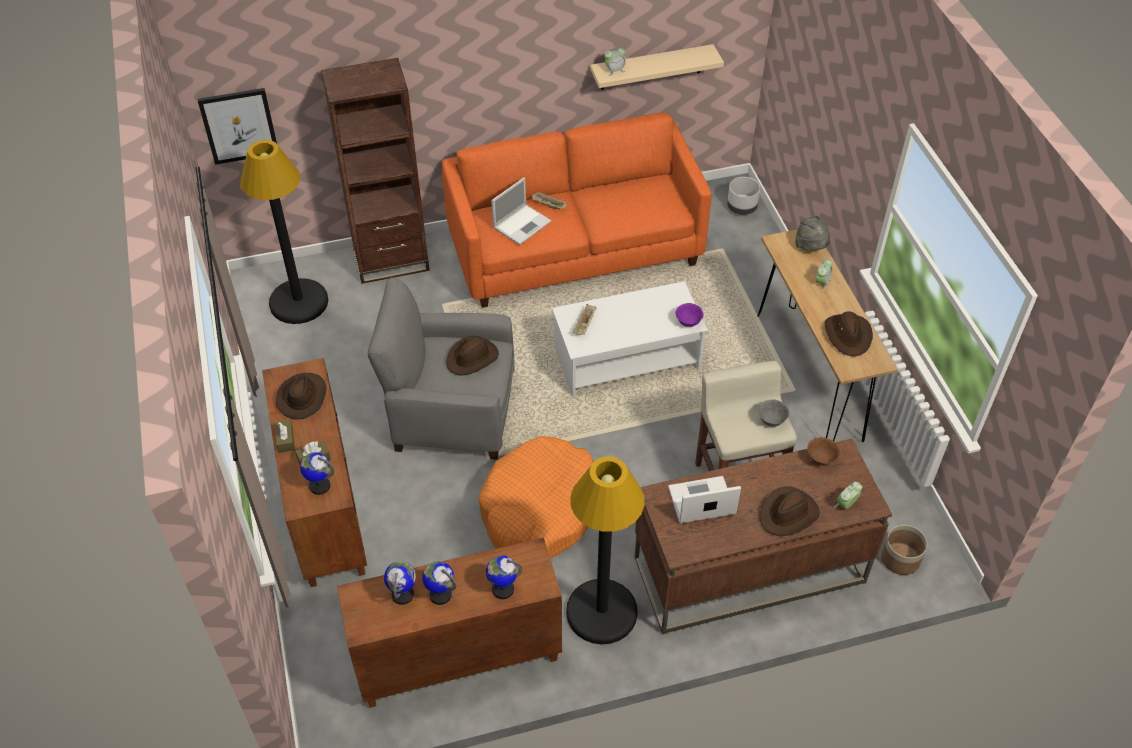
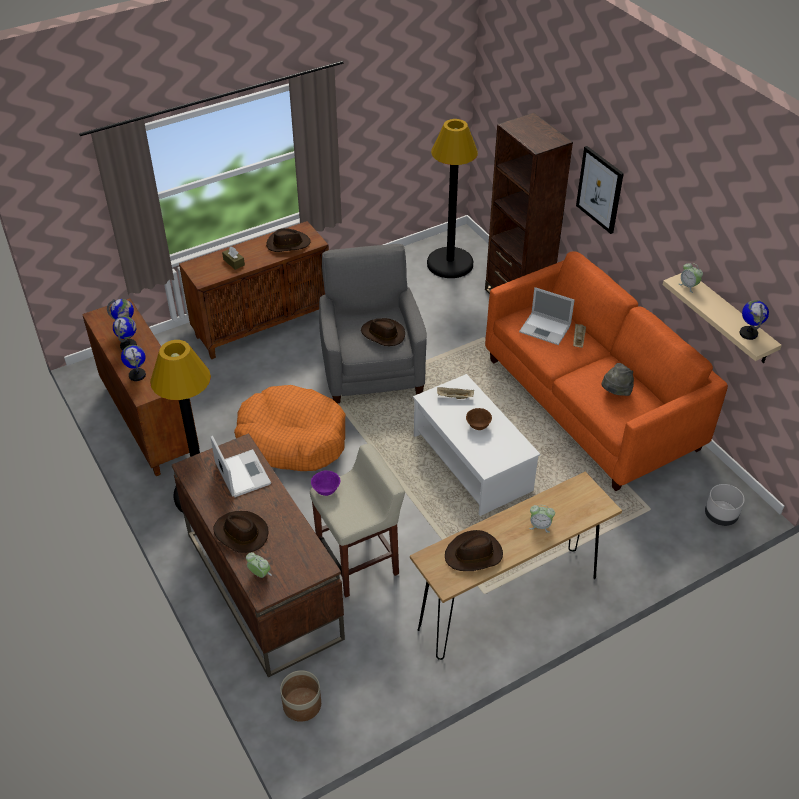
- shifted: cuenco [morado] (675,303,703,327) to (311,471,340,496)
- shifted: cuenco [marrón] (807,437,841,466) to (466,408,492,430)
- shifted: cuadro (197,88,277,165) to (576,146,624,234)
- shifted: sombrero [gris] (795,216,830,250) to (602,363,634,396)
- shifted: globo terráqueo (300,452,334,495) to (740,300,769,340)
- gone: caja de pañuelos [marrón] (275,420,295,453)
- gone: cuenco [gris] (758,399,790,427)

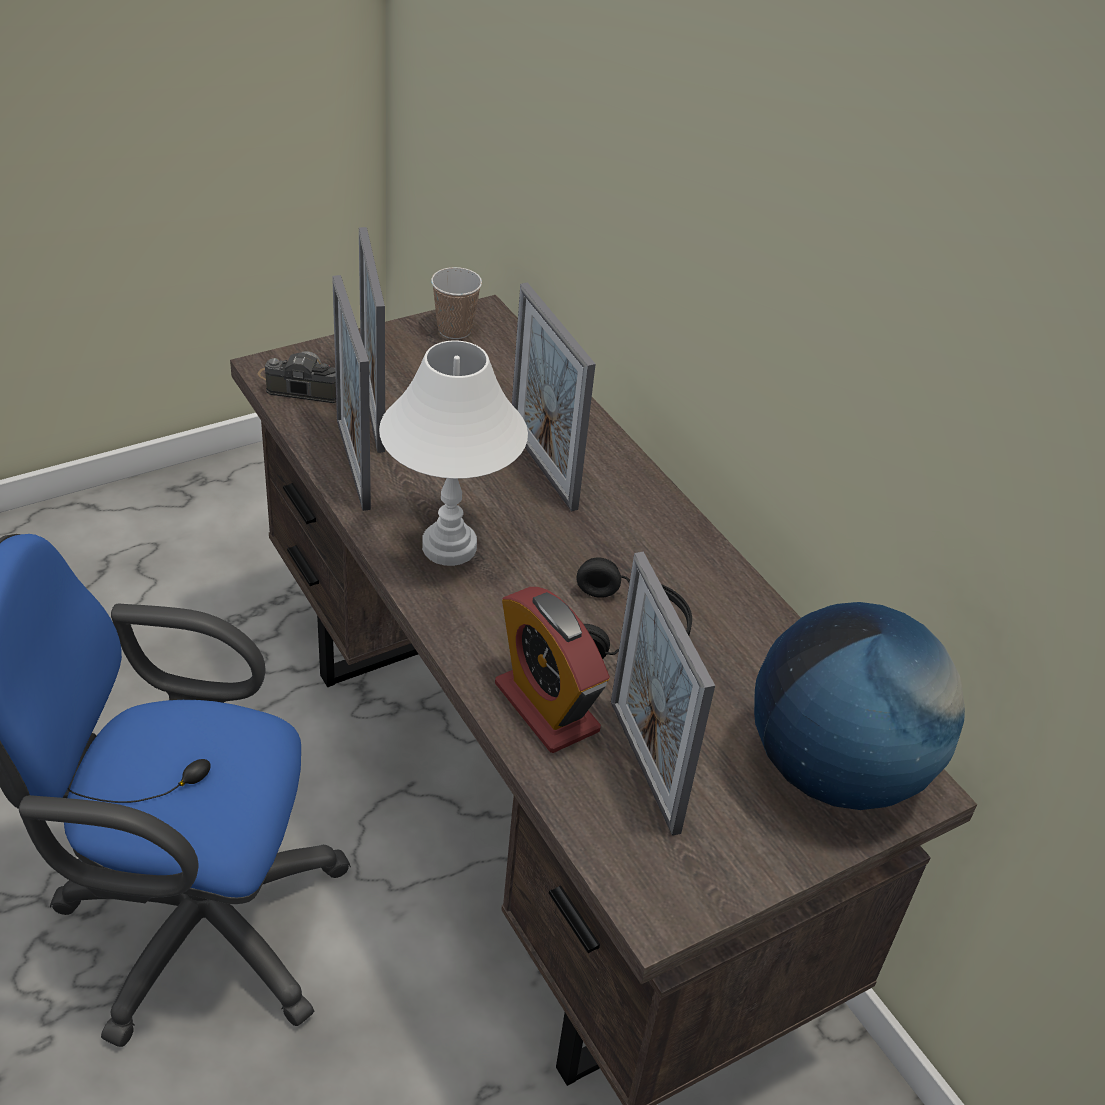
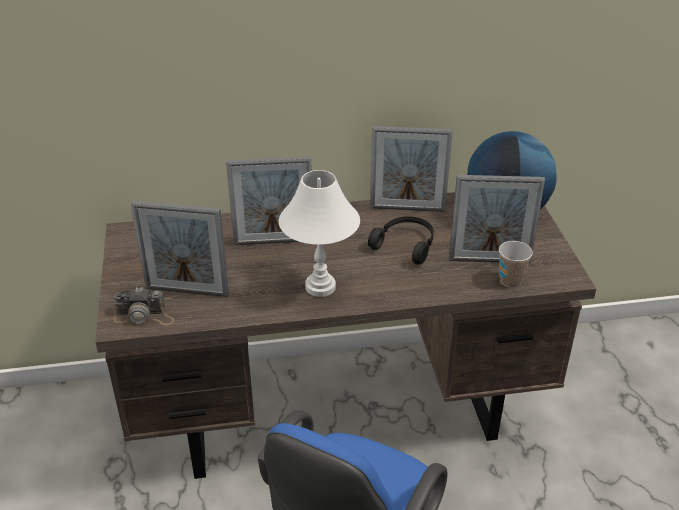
- rotated: cámara (258,351,336,403) = (113,287,174,325) 120 degrees counterclockwise
- shifted: portarretratos (332,275,371,511) to (370,126,453,212)
- shifted: taza (431,267,482,339) to (499,241,533,288)
- gone: despertador (495,587,610,753)

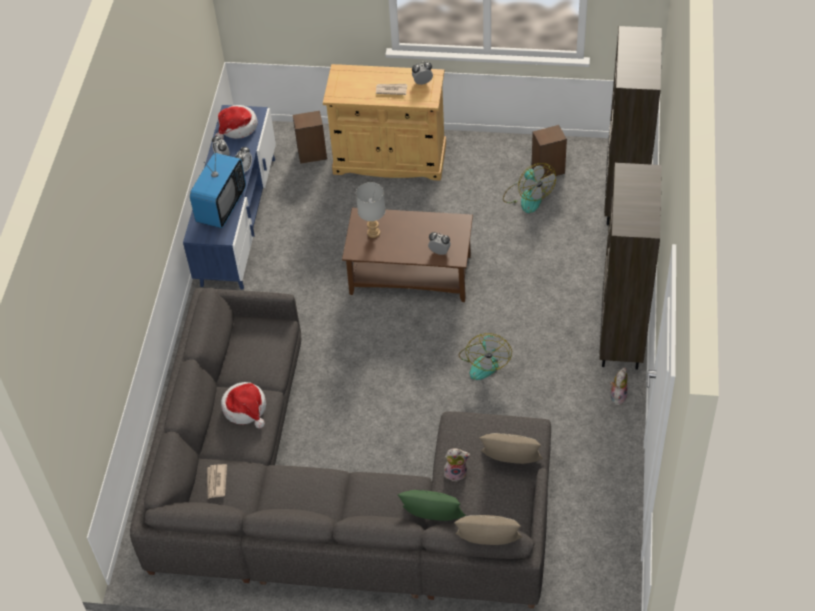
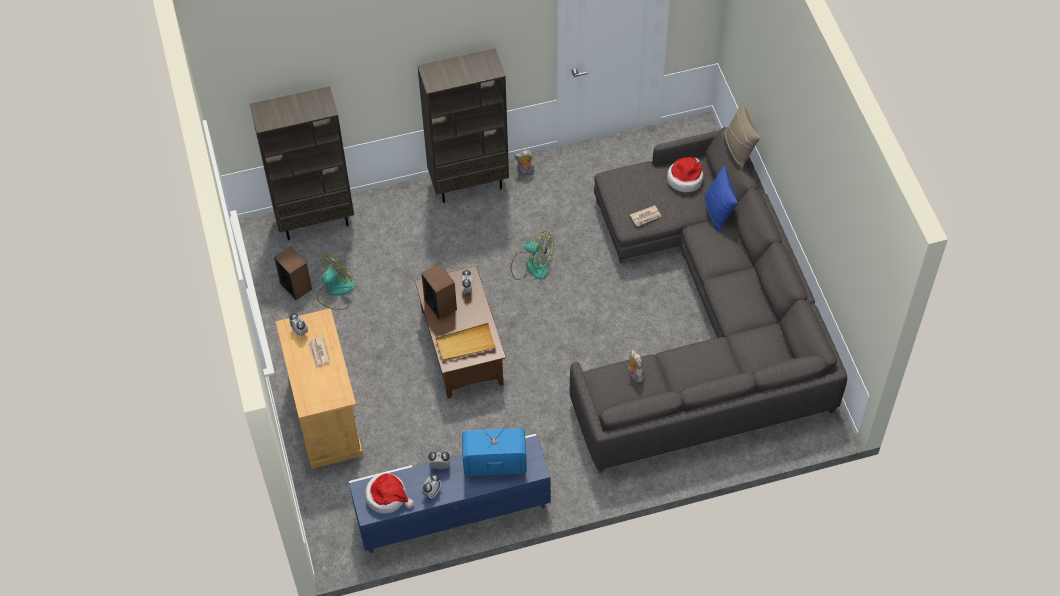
- shifted: altavoz (293,111,327,164) to (421,263,457,319)
- swapped: lámpara de mesa [gris] (356,182,385,238) to bandeja [beis] (436,323,496,362)
- rotated: ventilador (459,333,512,380) = (511,231,554,280) 45 degrees clockwise
- shifted: peluche (444,448,471,482) to (628,350,644,382)
- shifted: periódico (208,464,227,499) to (630,205,662,226)
- shifted: sombrero (221,382,266,428) to (667,157,703,192)
- repainted: cojín [verde] (398,490,466,521) to cojín [azul] (705,166,738,232)
- gone: cojín [beis] (479,433,543,464)

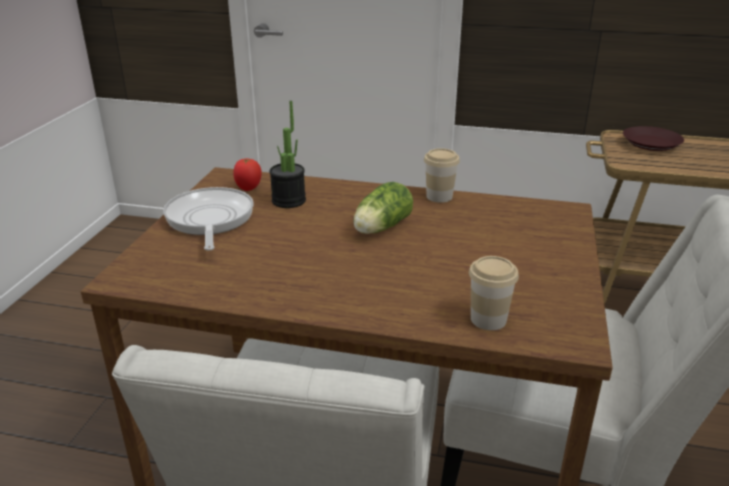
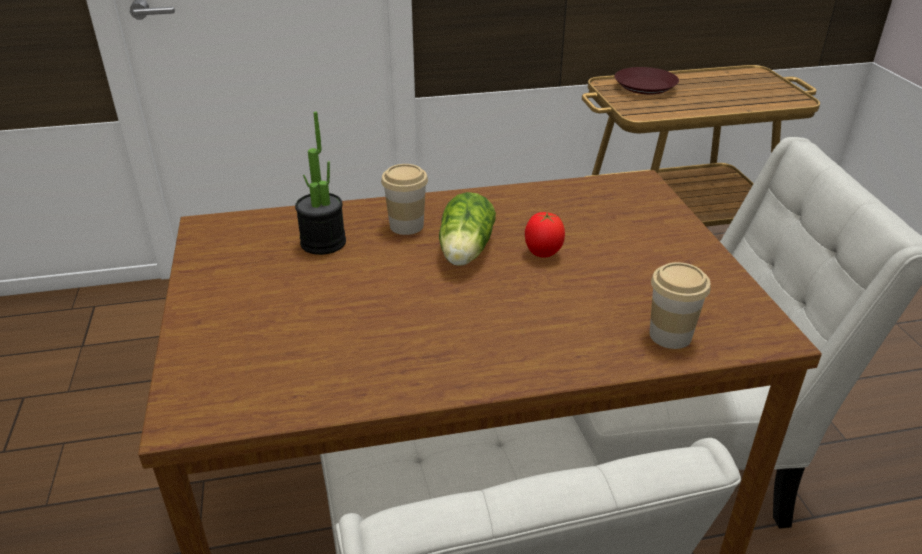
- shifted: taza (424,148,460,203) to (381,164,428,235)
- shifted: tomate (233,158,262,191) to (525,212,565,258)
- gone: sartén (163,187,254,251)

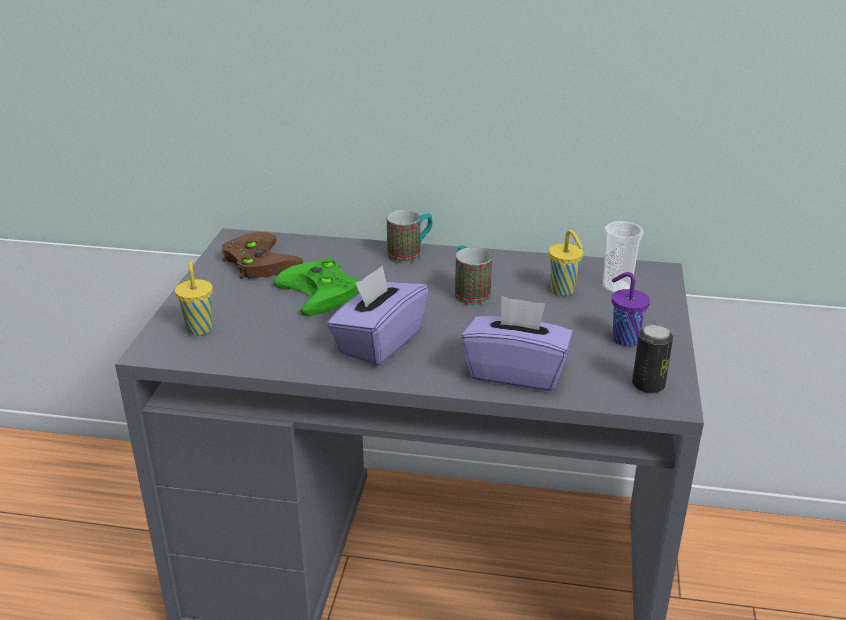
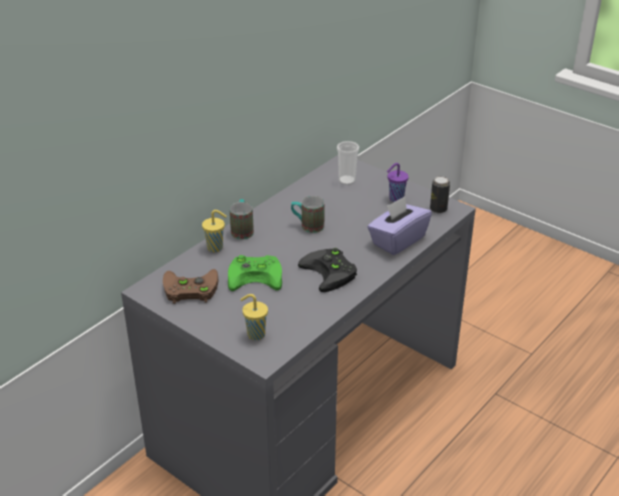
- shifted: taza [amarillo] (549,230,583,296) to (202,210,227,252)
- swapped: caja de pañuelos [morado] (327,266,429,366) to mando de consola [negro] (298,248,357,292)

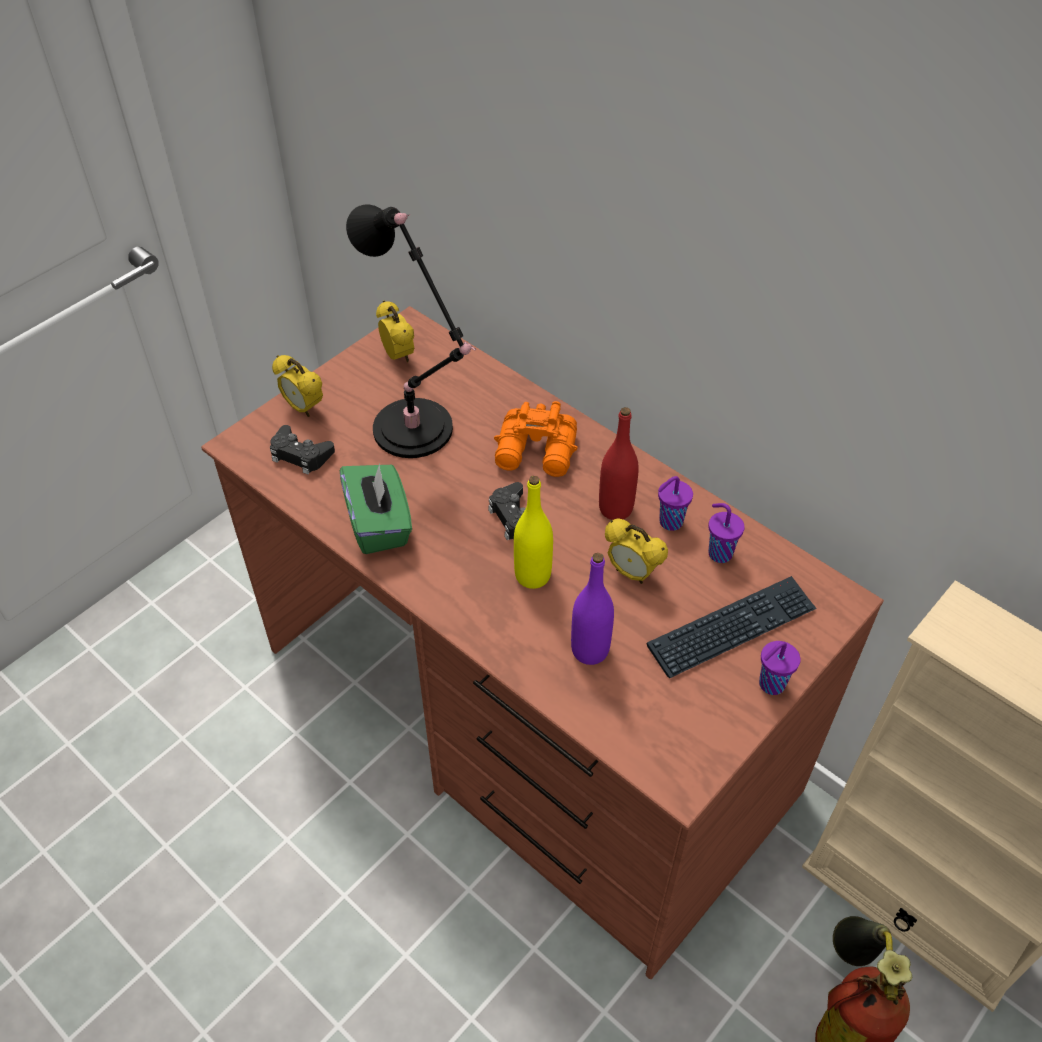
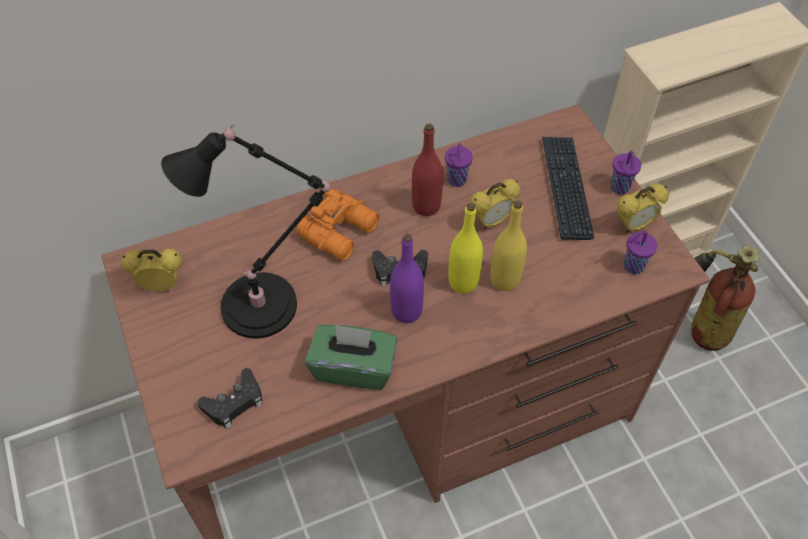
- shifted: botella [morado] (571,553,614,665) to (390,234,424,323)
- new: botella [amarillo] (491,201,527,291)
- shifted: despertador (272,355,323,417) to (617,184,669,233)
- shifted: taza [morado] (708,503,745,563) to (624,230,657,274)

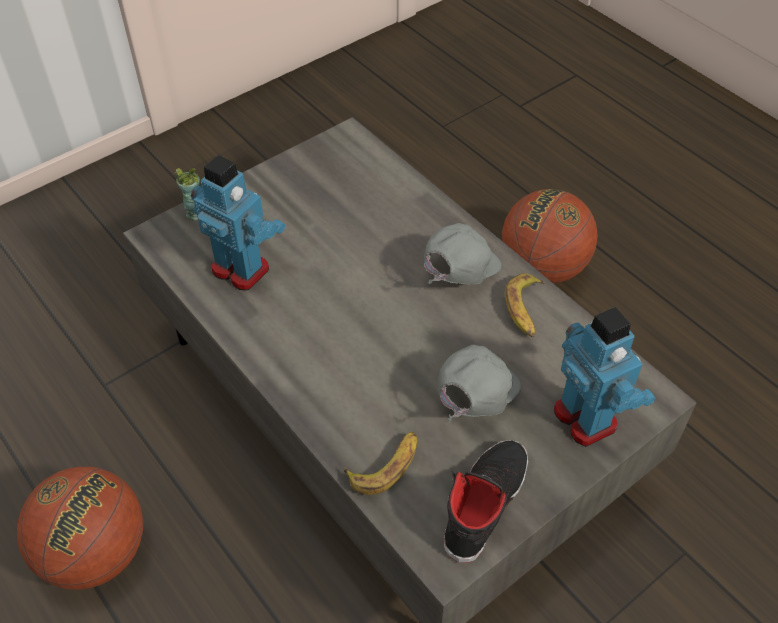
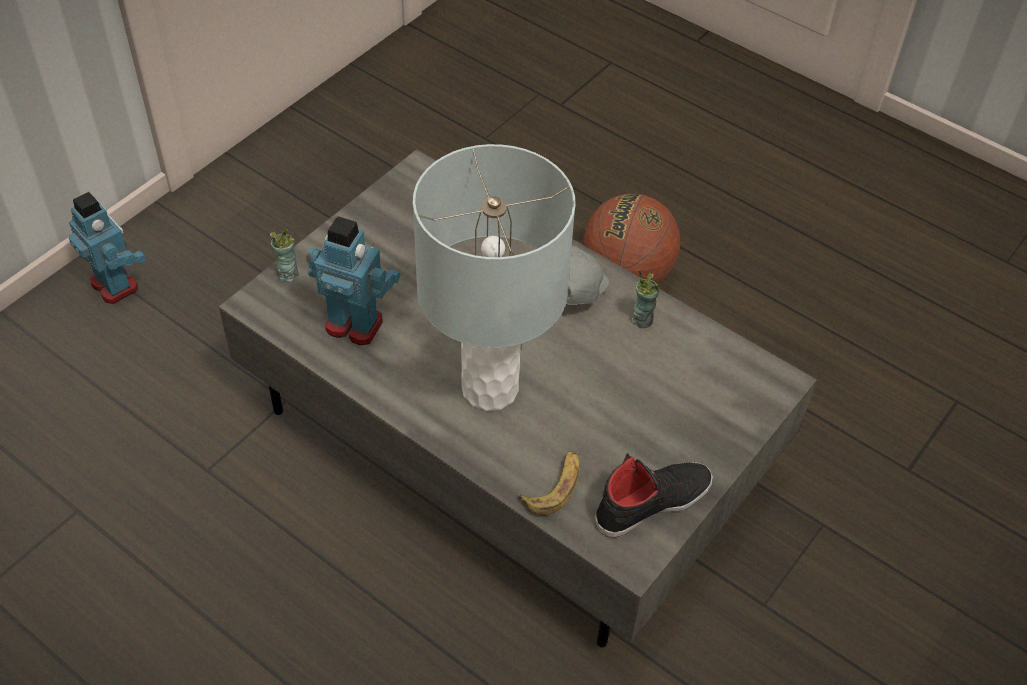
- shifted: robot de juguete (554,307,656,447) to (69,192,146,304)
- new: lámpara de mesa [gris] (413,144,576,411)
- rotated: zapato [negro] (444,440,528,563) = (595,453,713,537) 45 degrees clockwise
- swapped: plátano (505,273,545,337) to taza (631,269,660,328)
- gone: balón de baloncesto (17,467,143,590)
- gone: gorra [gris] (438,345,521,423)

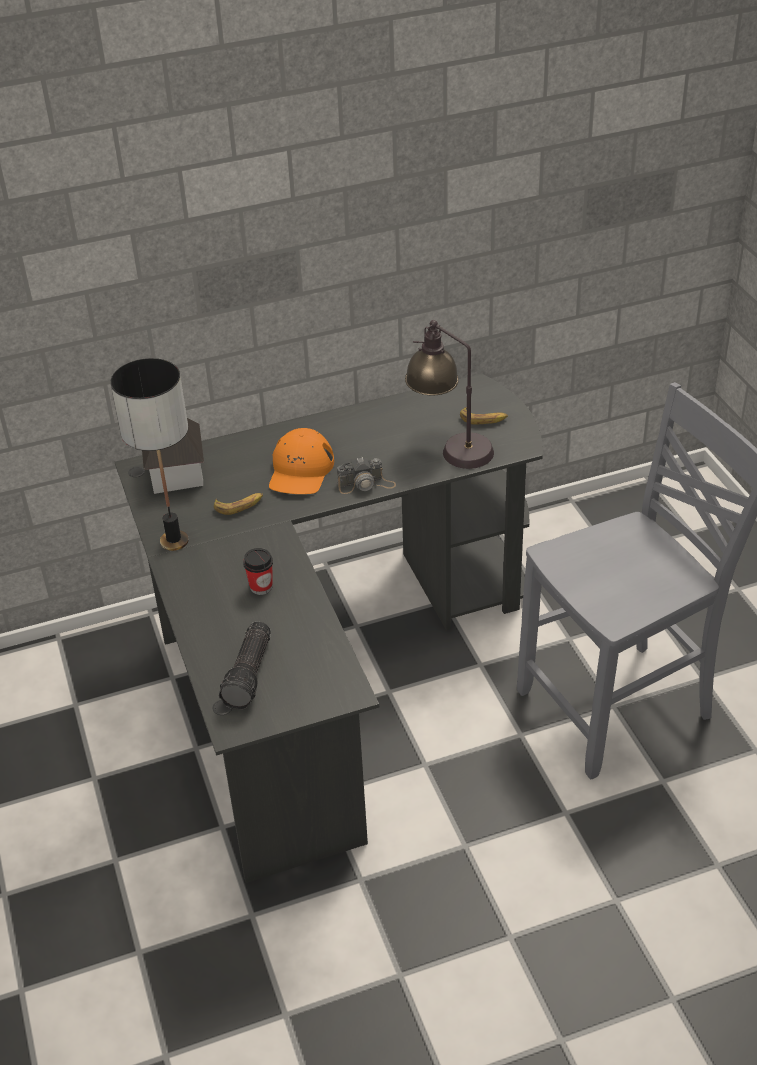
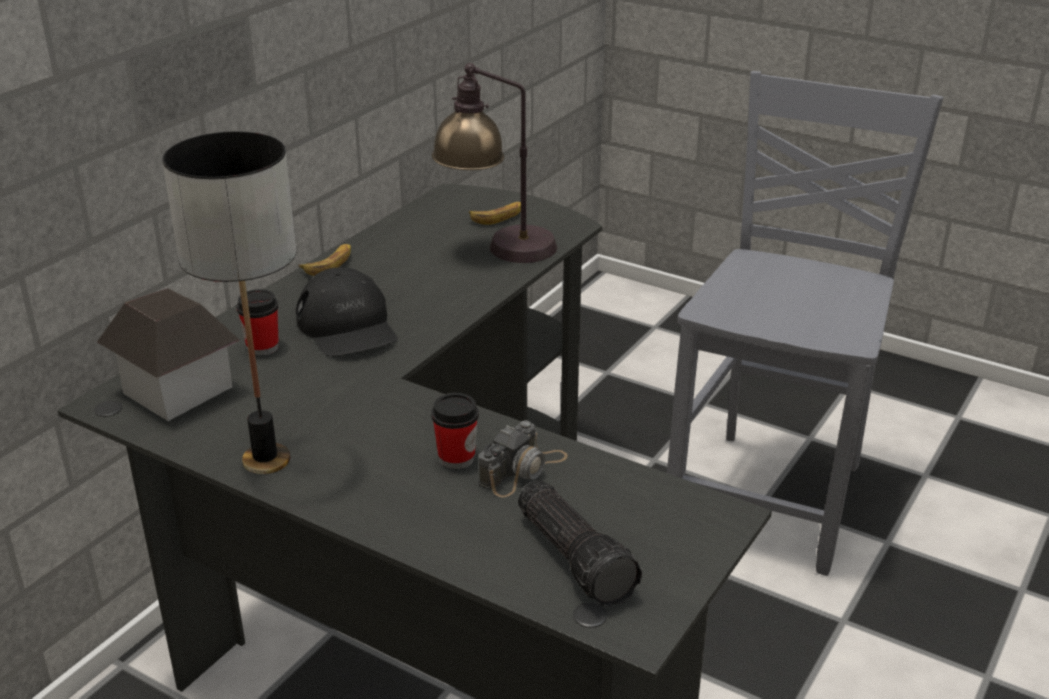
- new: taza (236,289,278,356)
- repainted: gorra [naranja] (269,428,334,494) to gorra [negro] (296,267,398,357)
- shifted: plátano (214,493,263,515) to (298,244,351,276)
- shifted: cámara (337,457,396,494) to (479,420,568,497)

